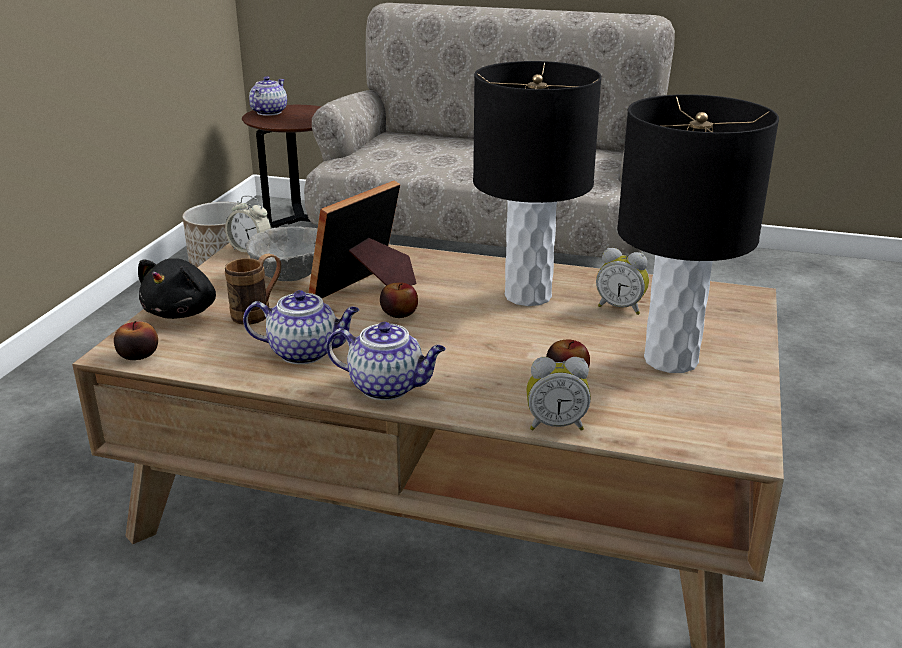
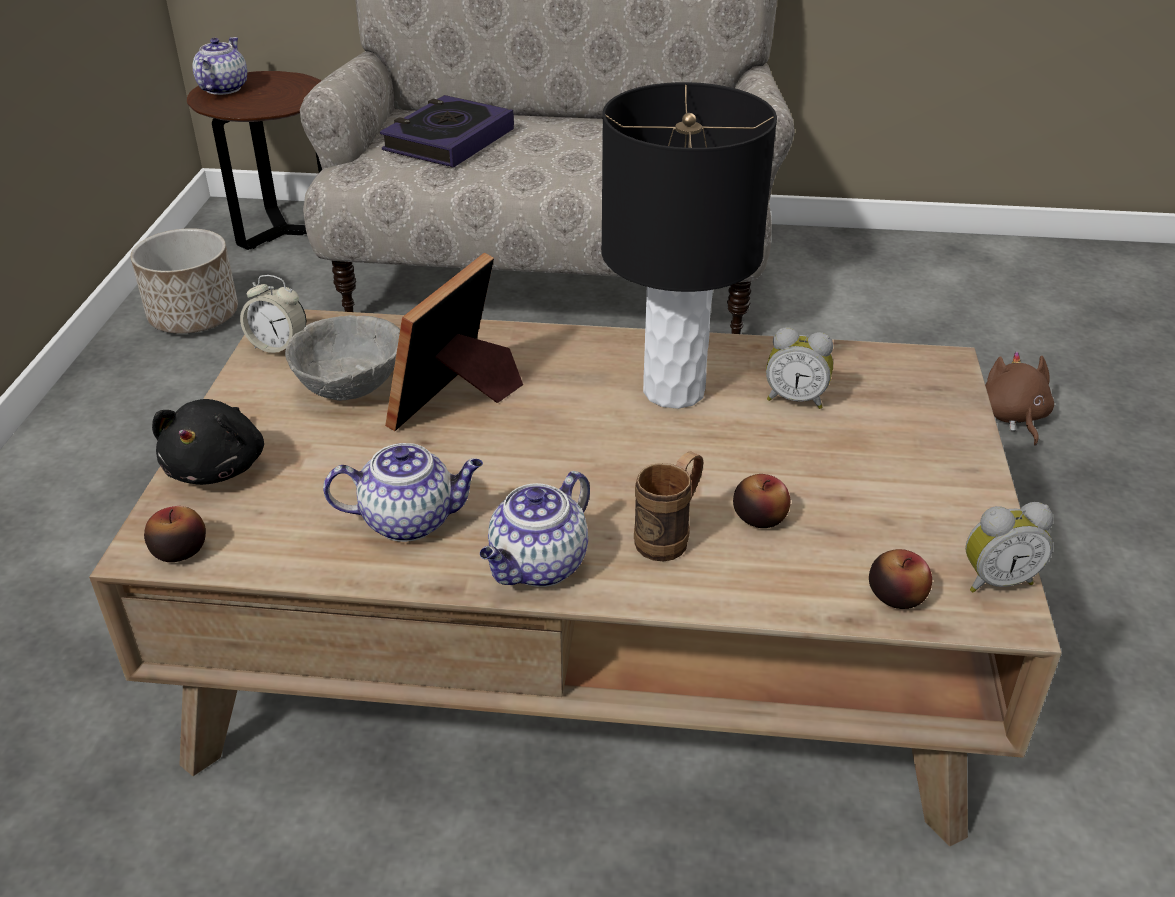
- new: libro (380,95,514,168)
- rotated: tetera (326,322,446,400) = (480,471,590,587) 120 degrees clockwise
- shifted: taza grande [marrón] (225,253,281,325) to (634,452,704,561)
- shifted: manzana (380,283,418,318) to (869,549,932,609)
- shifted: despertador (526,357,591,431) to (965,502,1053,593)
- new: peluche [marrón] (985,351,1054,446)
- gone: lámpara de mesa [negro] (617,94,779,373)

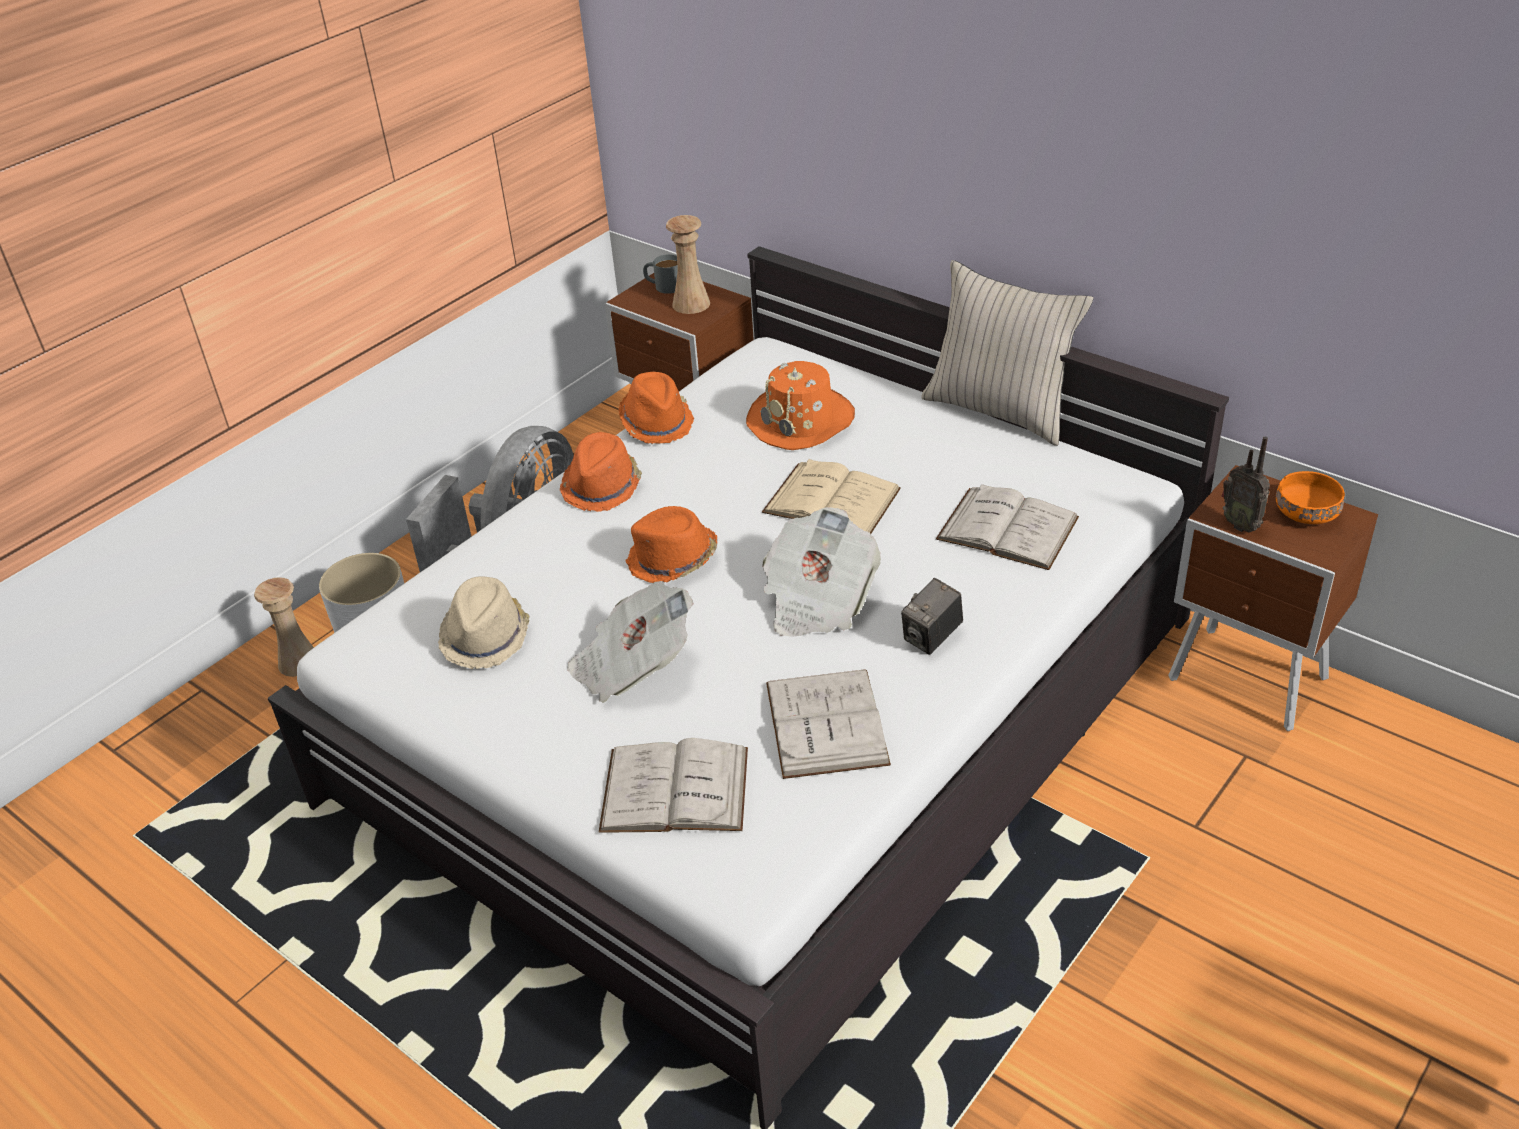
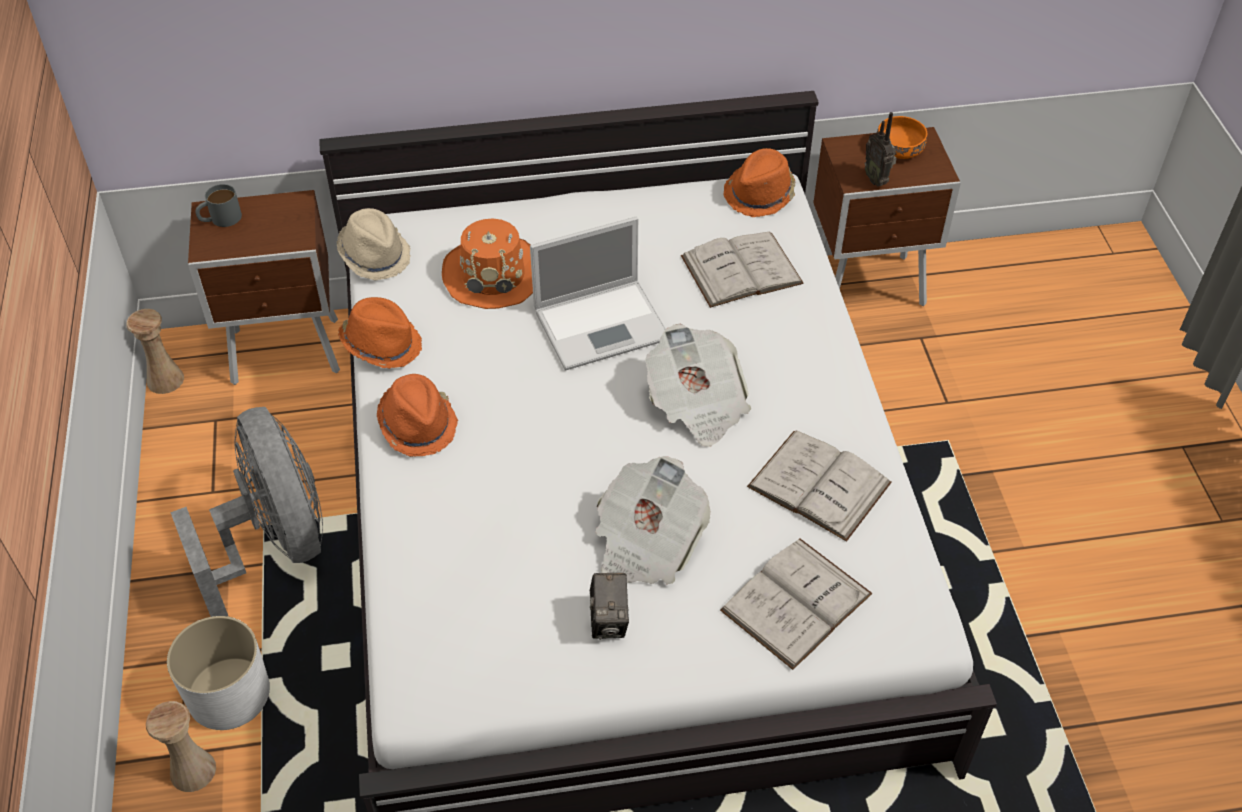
- shifted: florero [beis] (666,215,710,314) to (126,309,184,394)
- shifted: sombrero [beis] (438,576,530,669) to (337,208,410,280)
- swapped: libro [beis] (762,459,901,534) to portátil (530,217,666,371)
- shifted: cámara (901,578,963,655) to (590,573,629,640)
- shifted: sombrero [naranja] (625,506,718,583) to (724,148,795,217)
- rotated: radio (1222,437,1270,532) = (864,112,897,186) 60 degrees clockwise
- gone: cojín [beis] (921,260,1094,446)

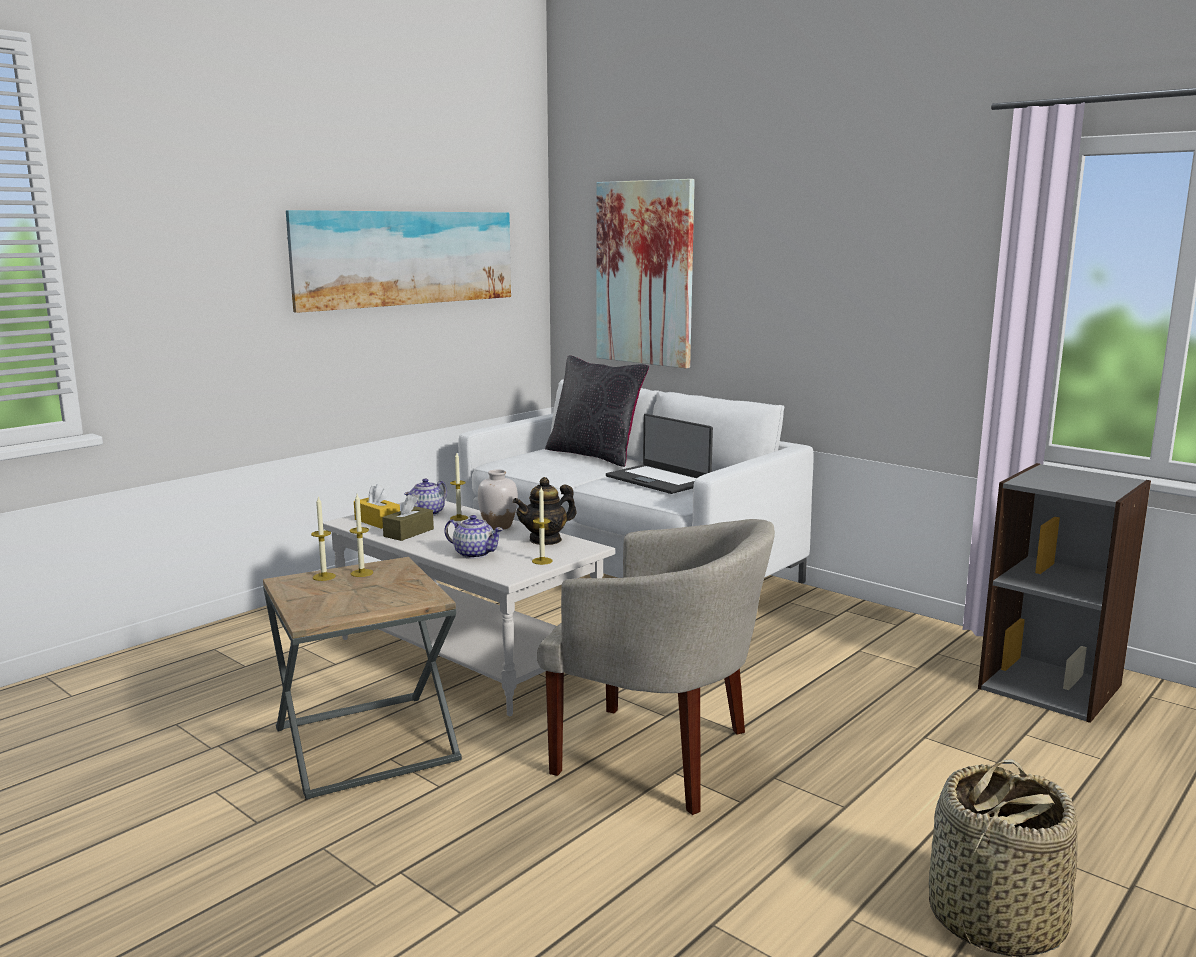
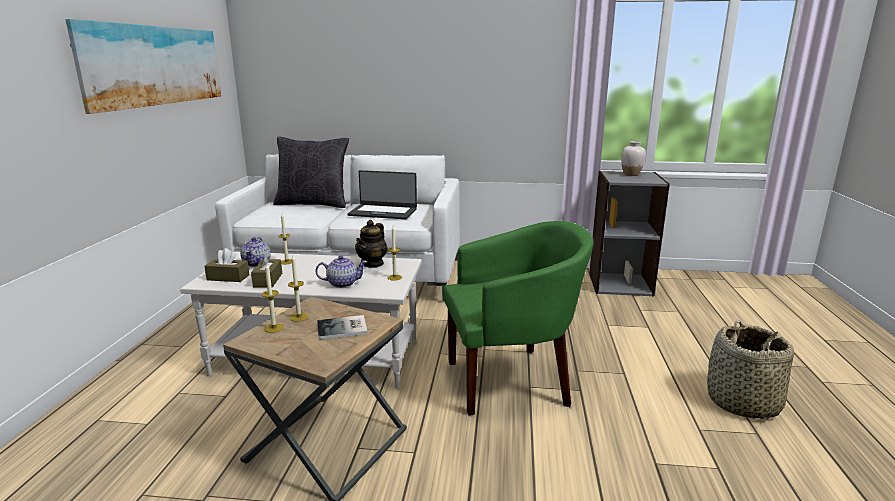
- repainted: caja de pañuelos [amarillo] (354,484,400,529) to caja de pañuelos [marrón] (204,248,249,282)
- new: libro (317,315,368,340)
- repainted: sillón [beis] (537,519,775,815) to sillón [verde] (443,221,594,416)
- shifted: florero [blanco] (478,469,518,530) to (621,141,646,176)
- gone: cuadro (596,179,695,369)

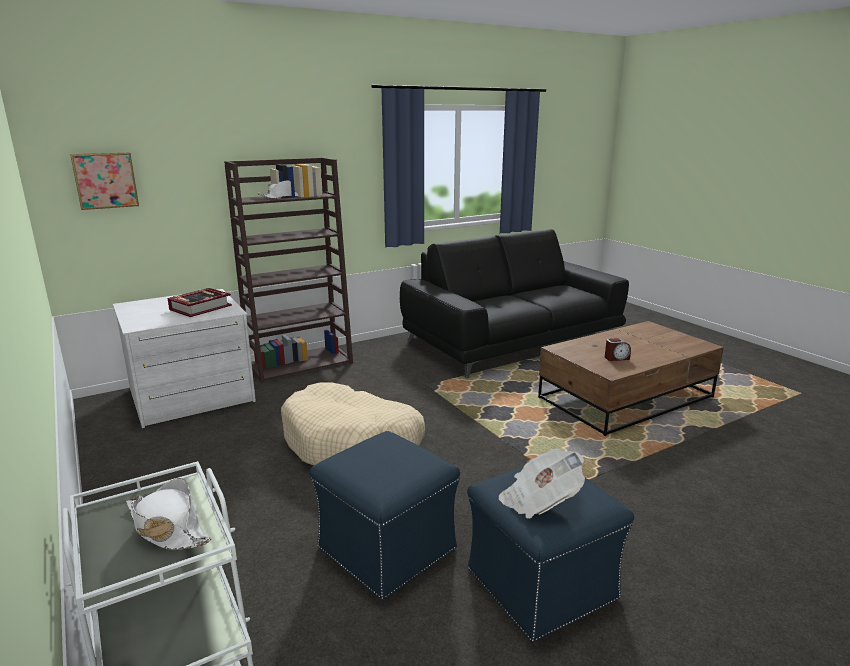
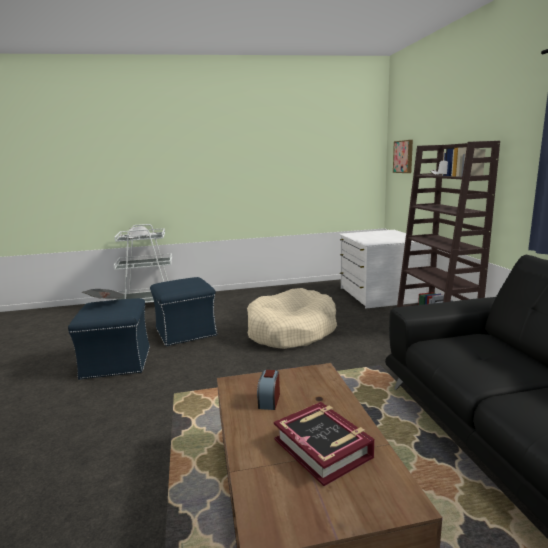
- shifted: libro (167,288,232,317) to (274,402,375,486)

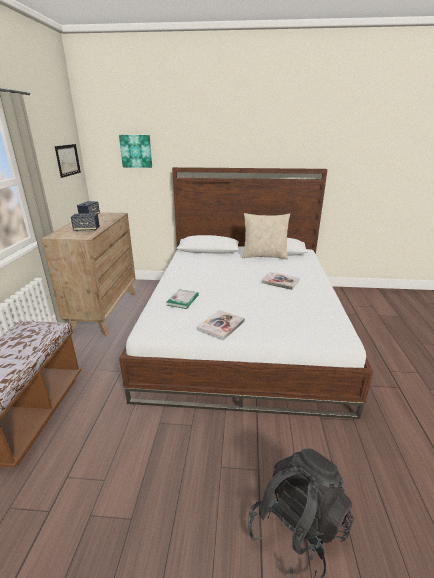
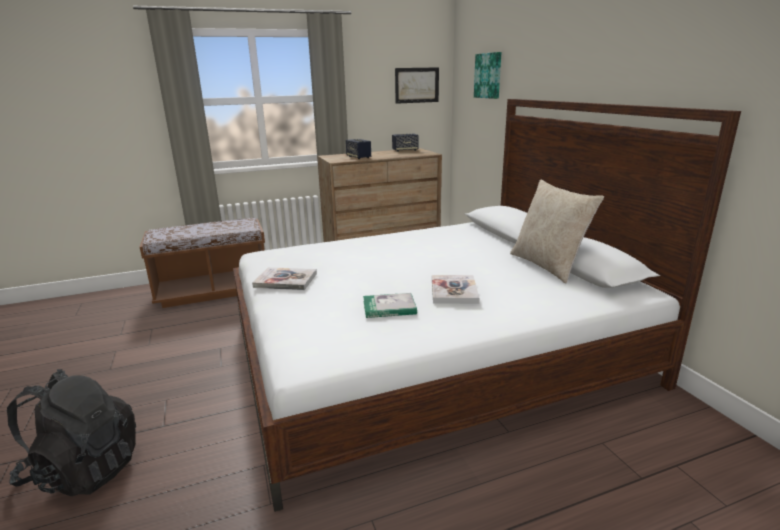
- shifted: libro (166,289,199,309) to (363,293,417,318)

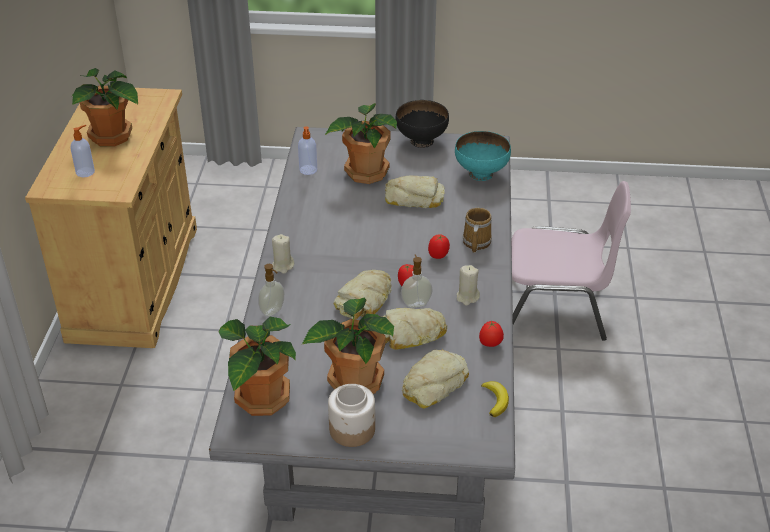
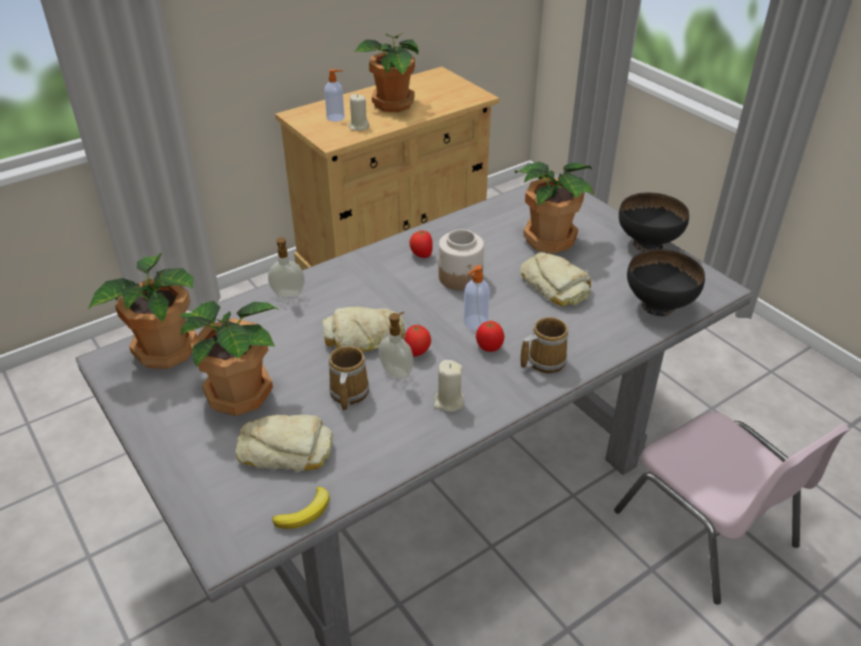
- swapped: pan (381,308,447,350) to taza grande (328,346,370,411)
- shifted: vela [beis] (272,234,294,274) to (349,94,370,131)
- shifted: tomate (479,321,504,347) to (409,230,433,258)
- shifted: tarro (328,384,375,447) to (439,229,484,290)
- shifted: dispensador de jabón (298,126,317,175) to (463,265,490,330)
- repainted: cuenco [turquesa] (455,131,511,181) to cuenco [negro] (627,249,705,316)

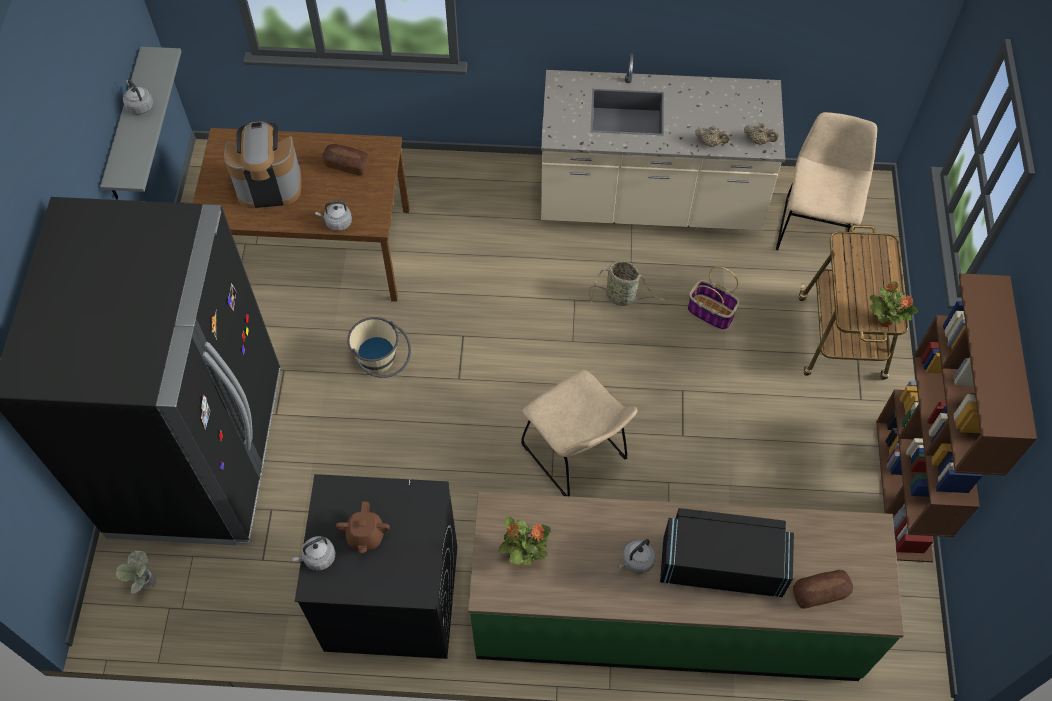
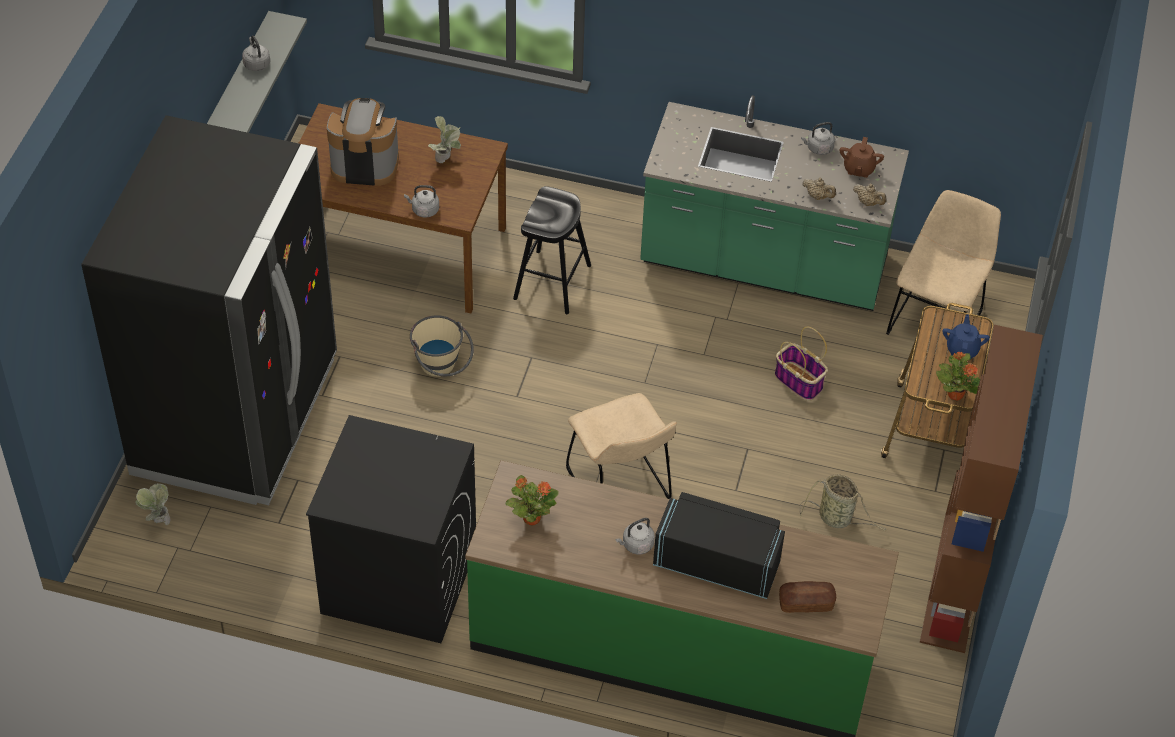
- swapped: pan (322,144,369,175) to planta en maceta (428,116,461,163)
- new: taburete [negro] (513,186,591,314)
- repainted: mueble bajo de cocina [beis] (541,53,786,230) to mueble bajo de cocina [verde] (640,95,909,311)
- shifted: cesta (589,261,667,306) to (800,474,886,531)
- shifted: hervidor [gris] (291,536,335,571) to (801,122,835,155)
- shifted: tetera [marrón] (336,501,390,553) to (839,137,884,178)
- new: tetera [azul] (942,314,990,359)

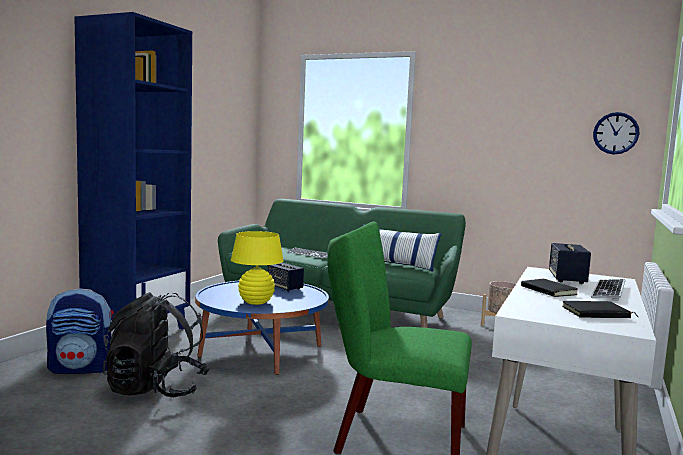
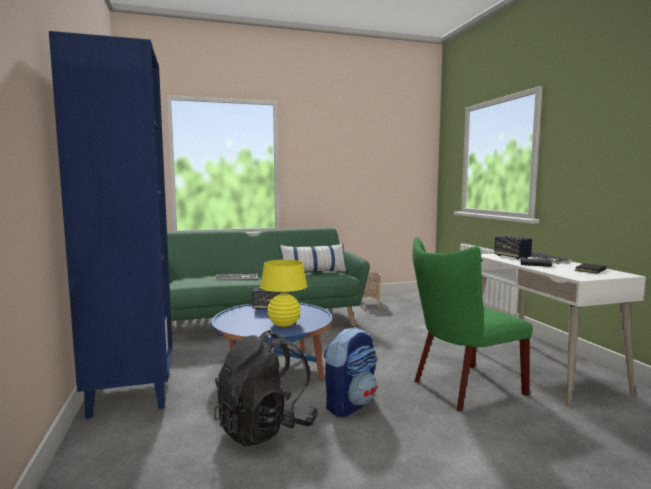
- shifted: mochila (46,289,114,374) to (324,327,377,417)
- gone: reloj de pared (593,112,639,155)

